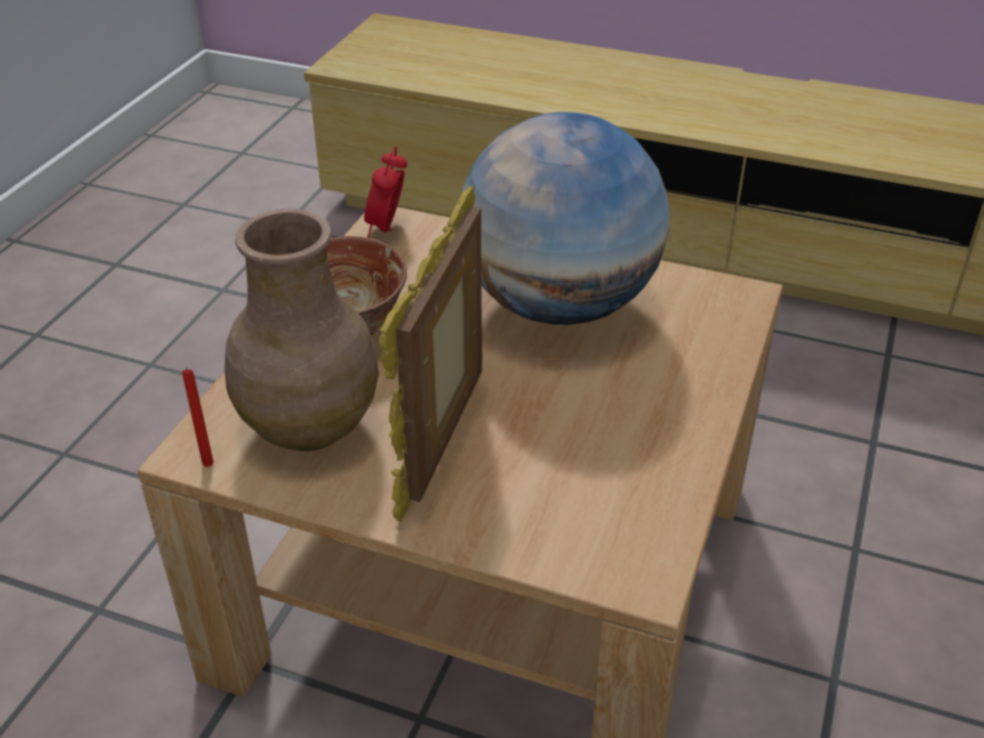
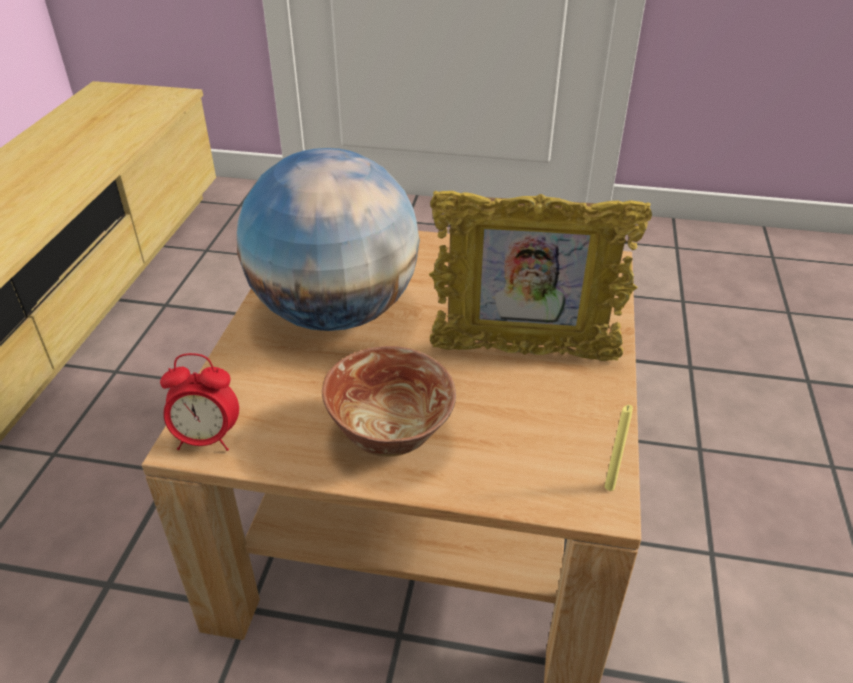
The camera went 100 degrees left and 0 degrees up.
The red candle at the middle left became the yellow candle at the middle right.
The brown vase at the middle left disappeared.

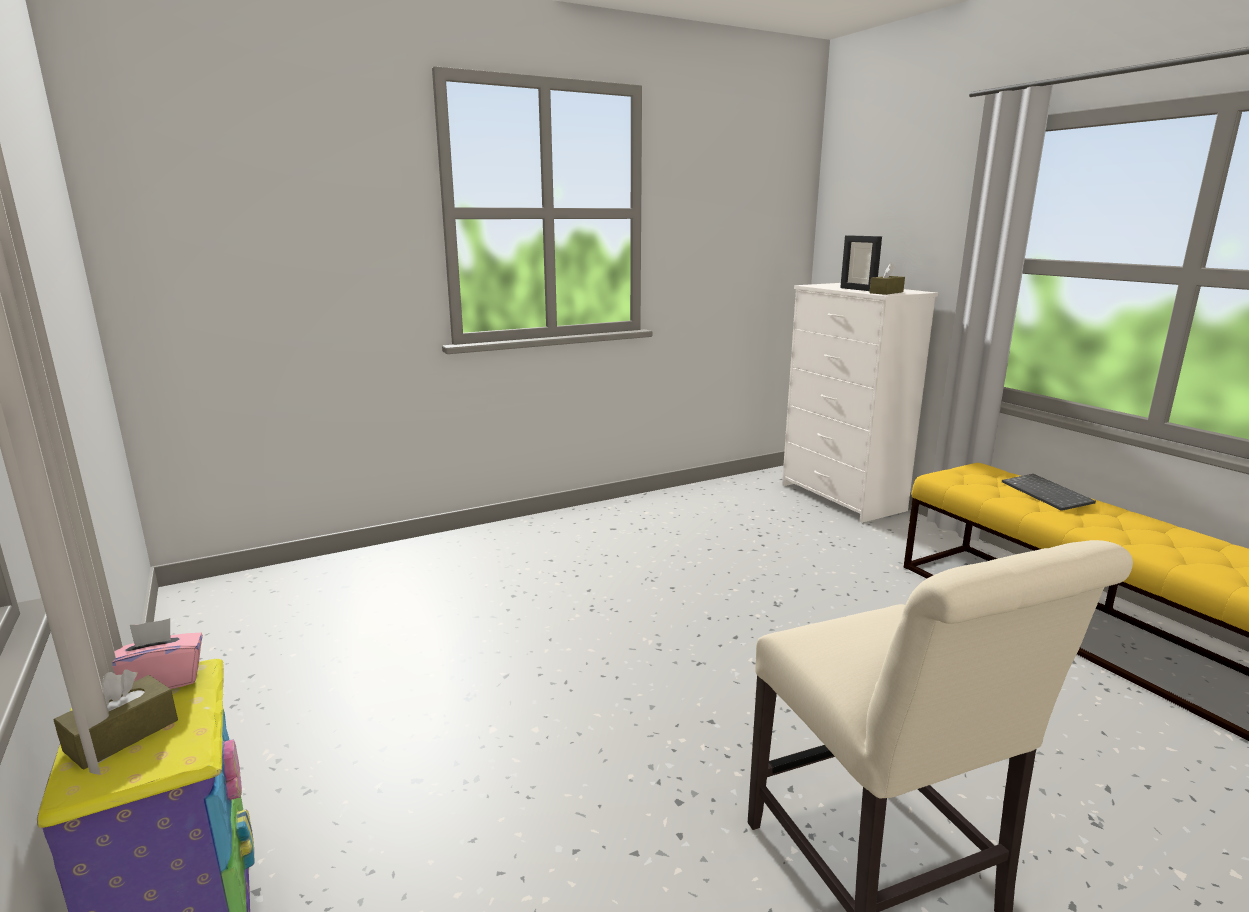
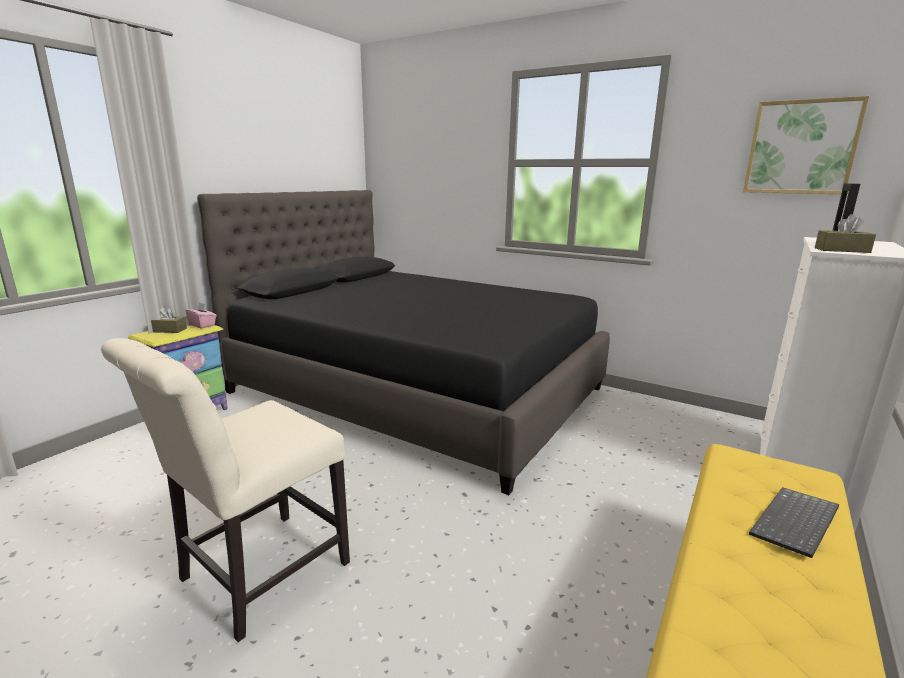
The camera went 60 degrees right and 0 degrees up.
The black bed at the centre appeared.
The picture at the top right appeared.

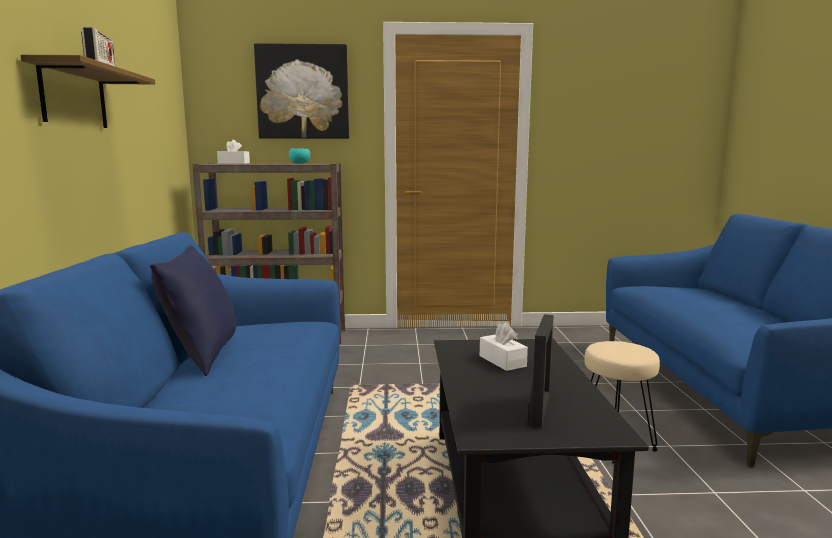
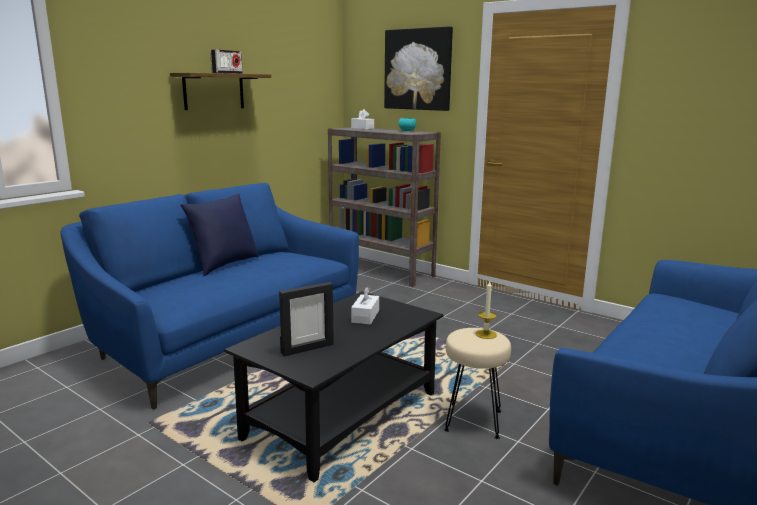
The camera went 40 degrees right and 5 degrees up.
The candle at the centre appeared.

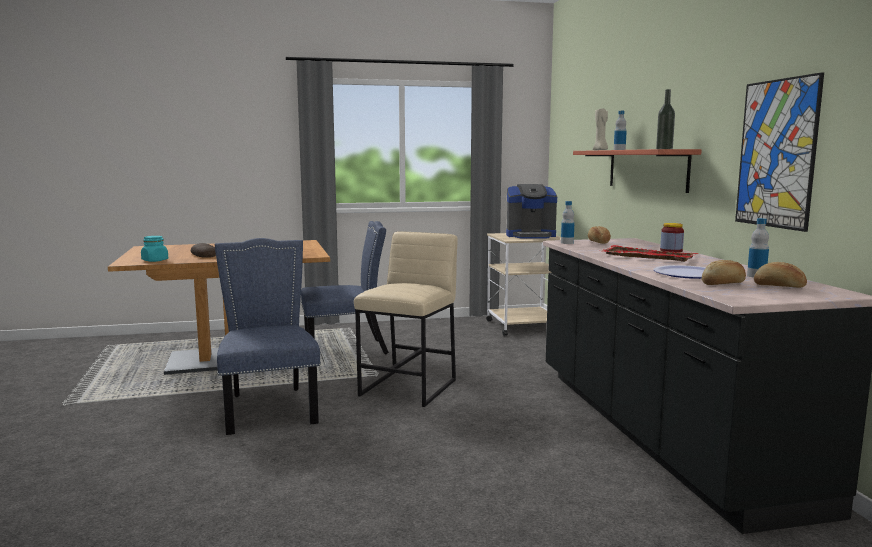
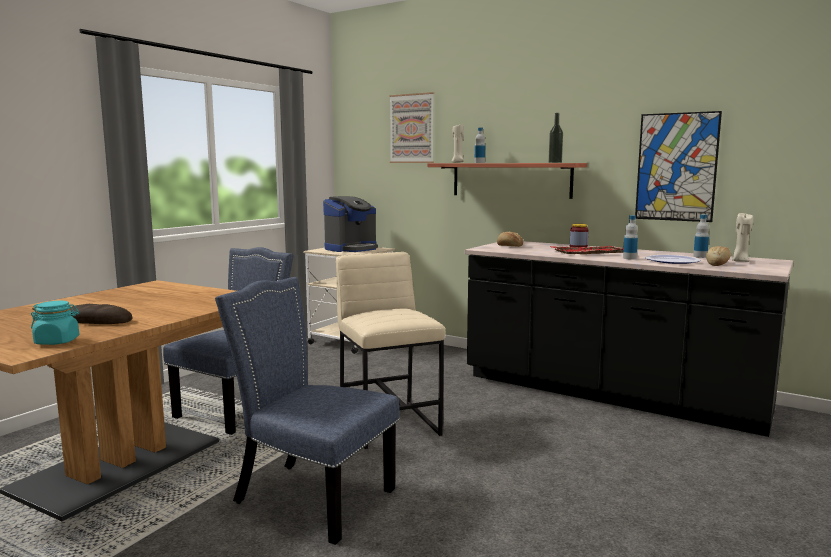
The camera went 45 degrees left and 0 degrees up.
The picture (no. 1 from left) at the top centre appeared.
The bottle (no. 1 from left in the first image) moved from the centre to the middle right.
The bread (no. 4 from left) at the middle right was replaced by the beige candle (no. 2 from left) at the middle right.

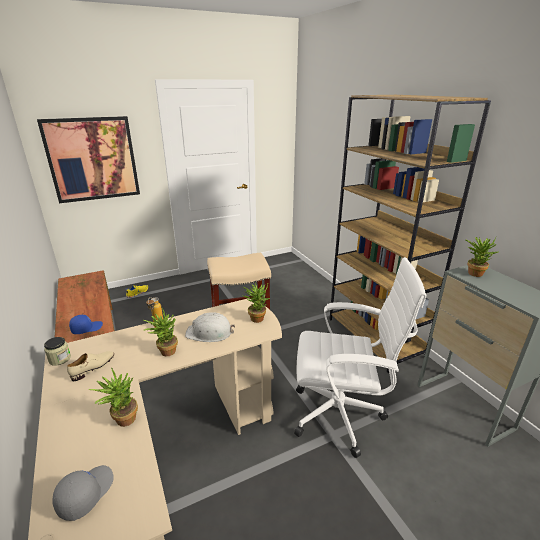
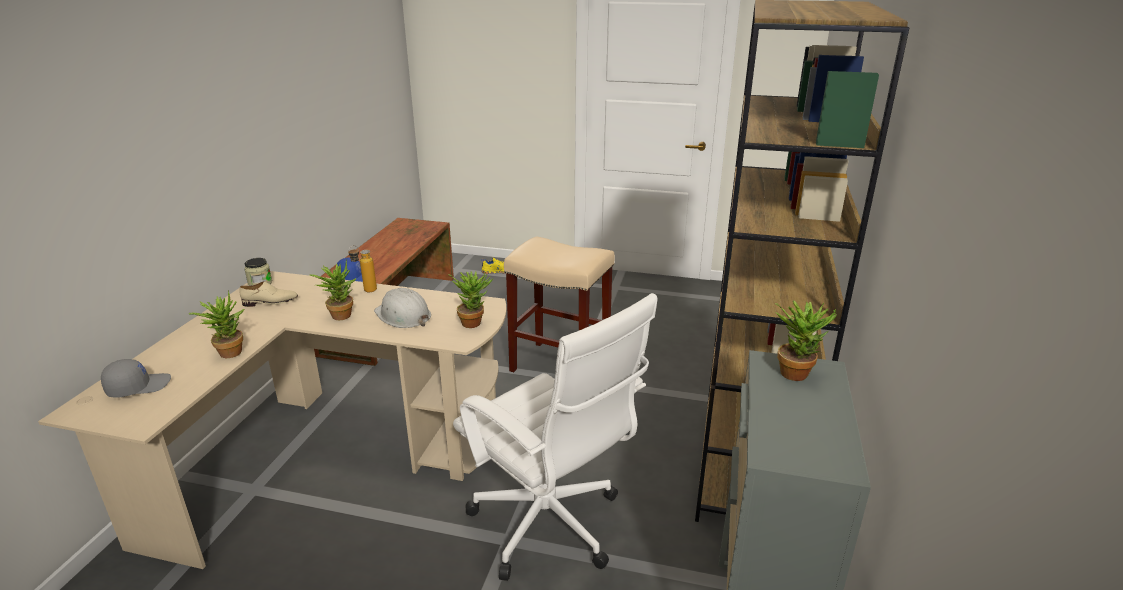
The camera went 40 degrees right and 0 degrees up.
The picture at the top left disappeared.

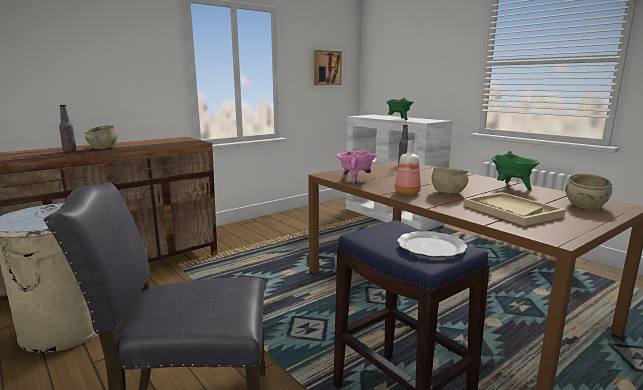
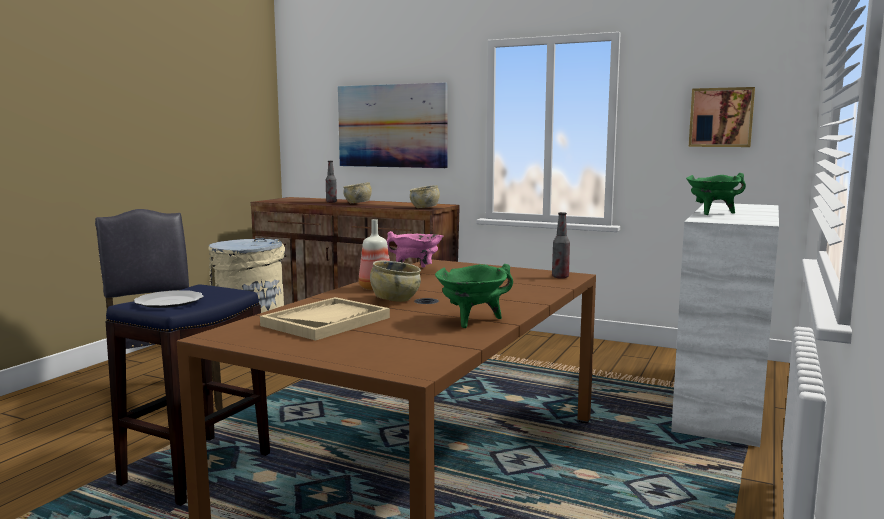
The camera went 65 degrees right and 5 degrees down.
The picture (no. 1 from left) at the top centre appeared.
The beige bowl (no. 3 from left) moved from the middle right to the centre.

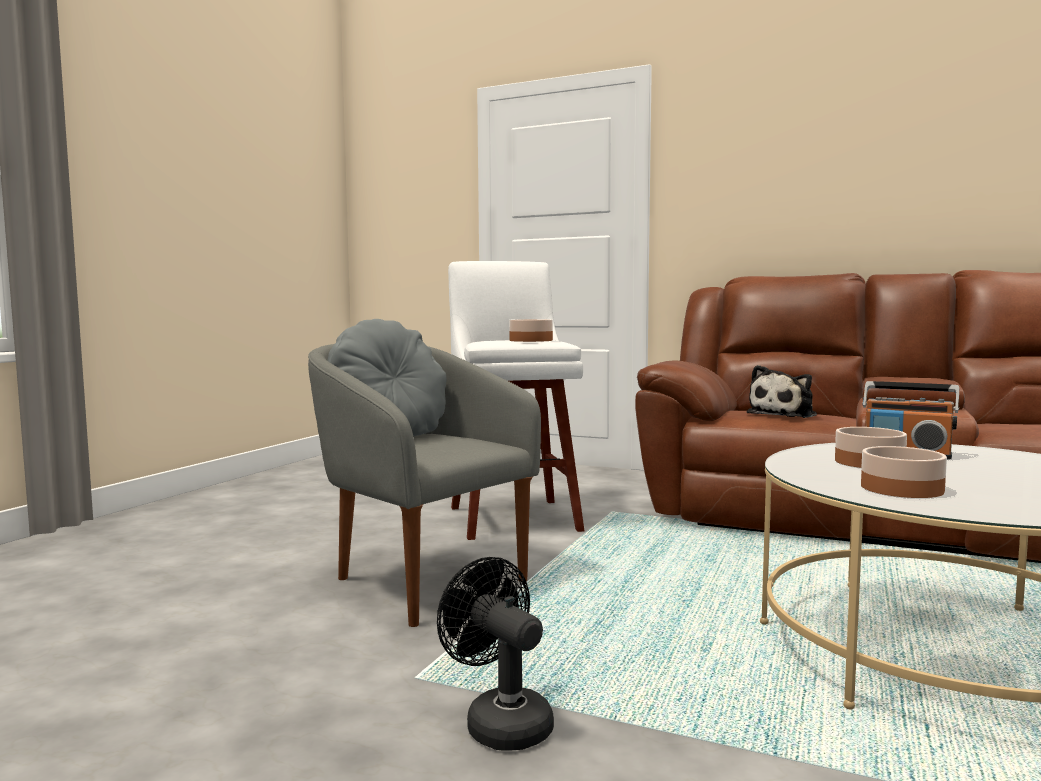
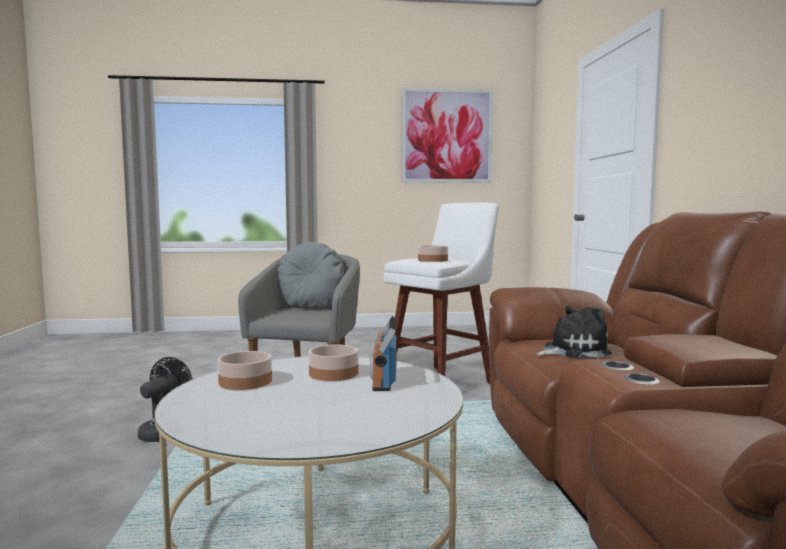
The camera went 60 degrees right and 0 degrees up.
The picture at the top centre appeared.
The plush toy at the middle right turned 150 degrees clockwise.

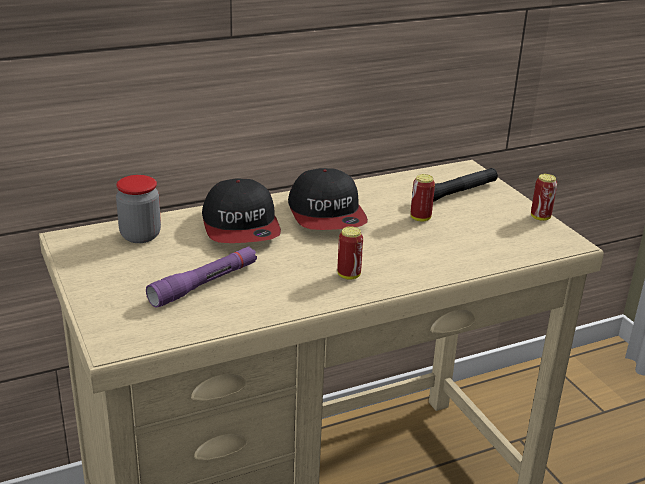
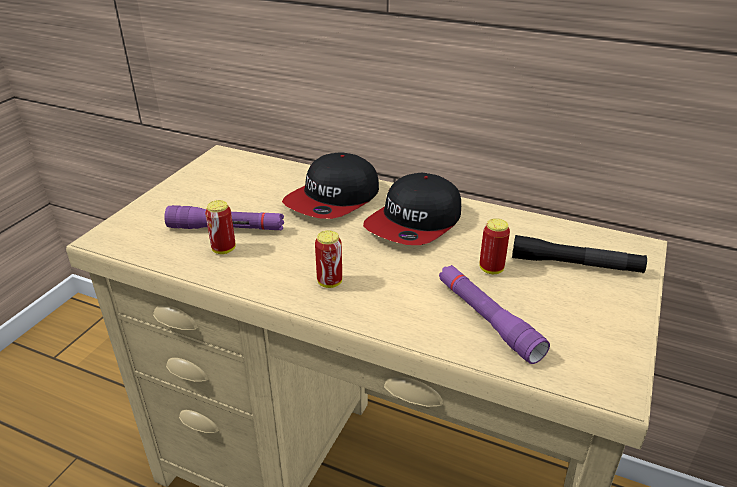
The camera went 50 degrees right and 5 degrees up.
The can (no. 3 from left in the first image) moved from the middle right to the middle left.
The purple flashlight (no. 2 from left) at the middle right appeared.
The jar at the middle left disappeared.

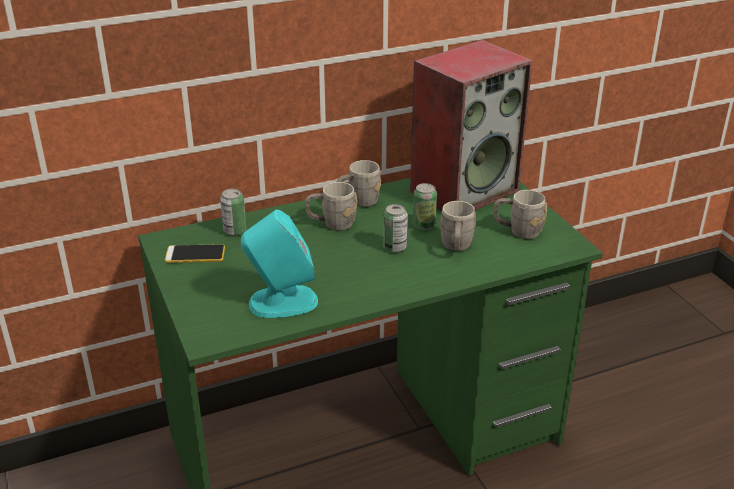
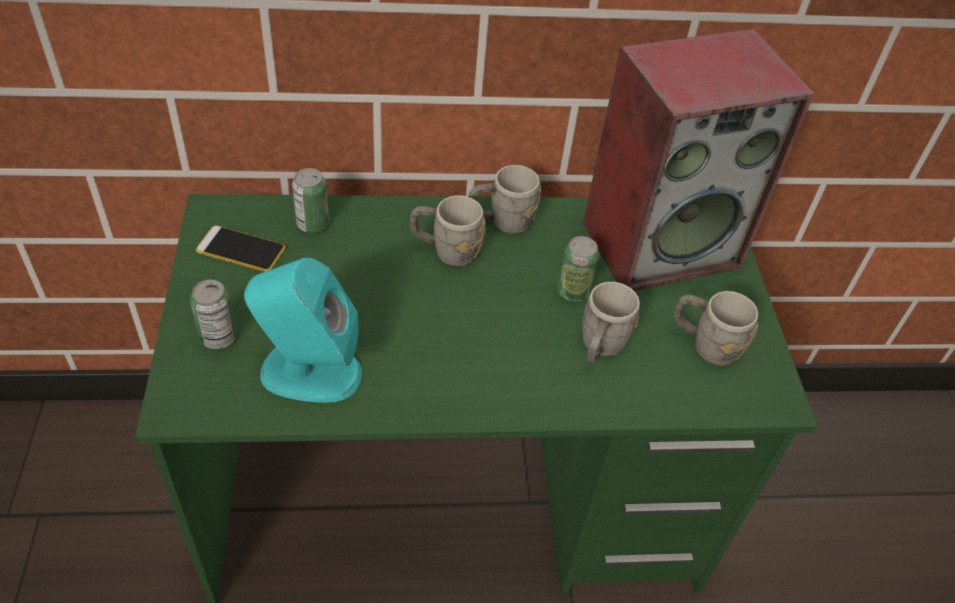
The camera went 15 degrees right and 15 degrees up.
The can (no. 2 from left in the first image) moved from the centre to the middle left.

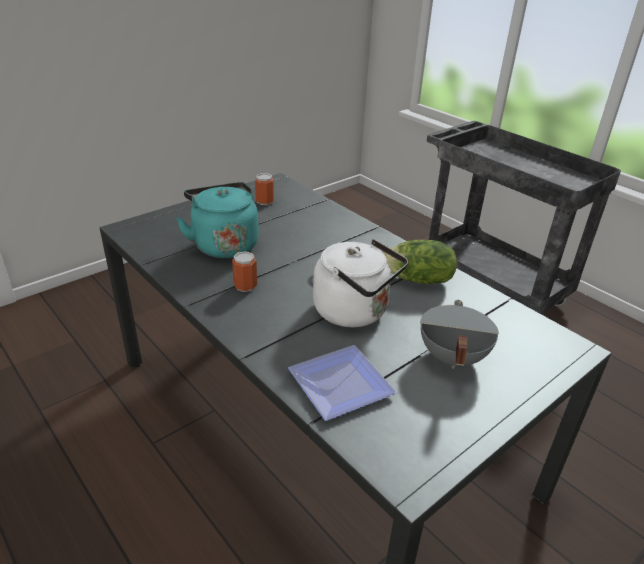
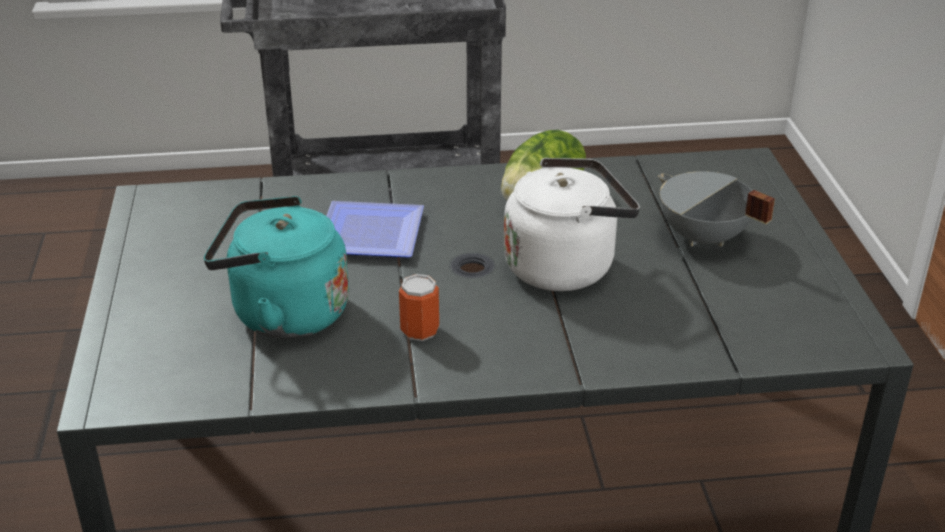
The camera went 55 degrees left and 0 degrees up.
The plate moved from the bottom centre to the centre.
The can (no. 2 from left) at the centre disappeared.

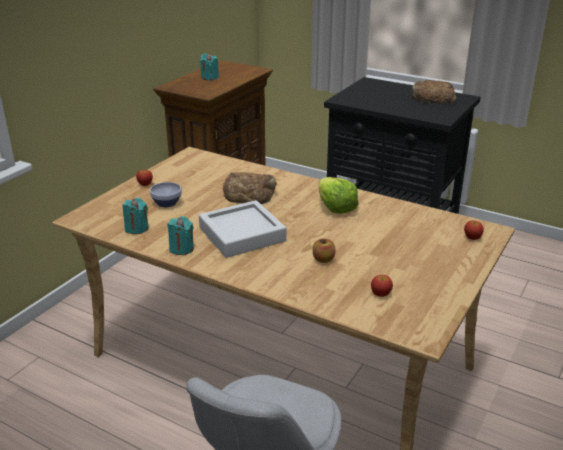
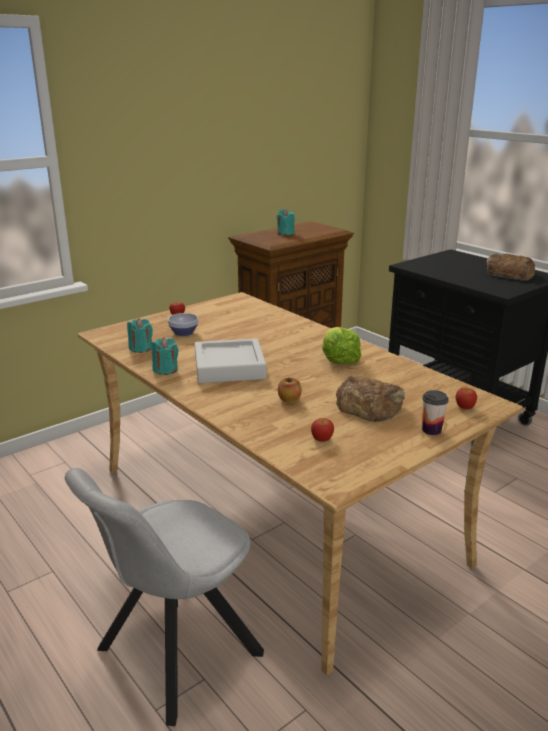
The camera went 20 degrees right and 5 degrees down.
The bread (no. 1 from left) moved from the centre to the middle right.
The cup at the middle right appeared.

